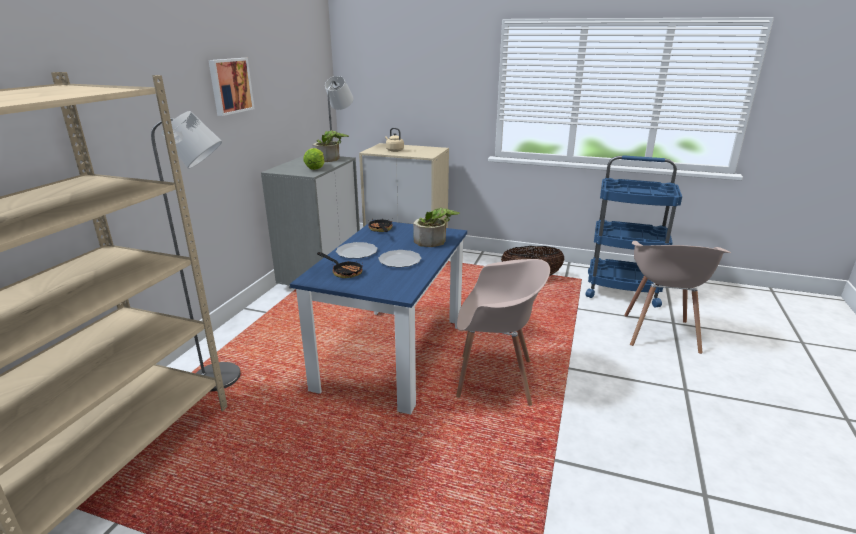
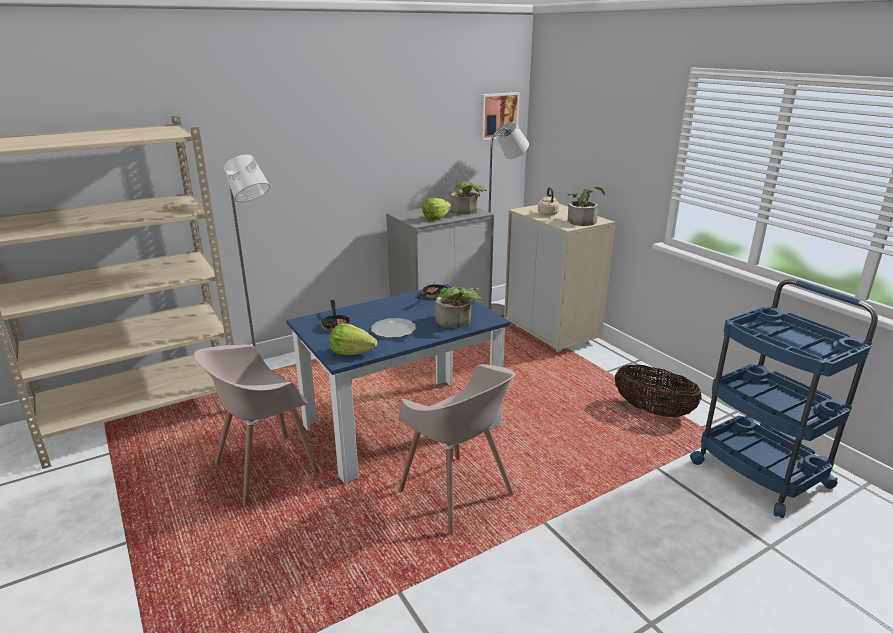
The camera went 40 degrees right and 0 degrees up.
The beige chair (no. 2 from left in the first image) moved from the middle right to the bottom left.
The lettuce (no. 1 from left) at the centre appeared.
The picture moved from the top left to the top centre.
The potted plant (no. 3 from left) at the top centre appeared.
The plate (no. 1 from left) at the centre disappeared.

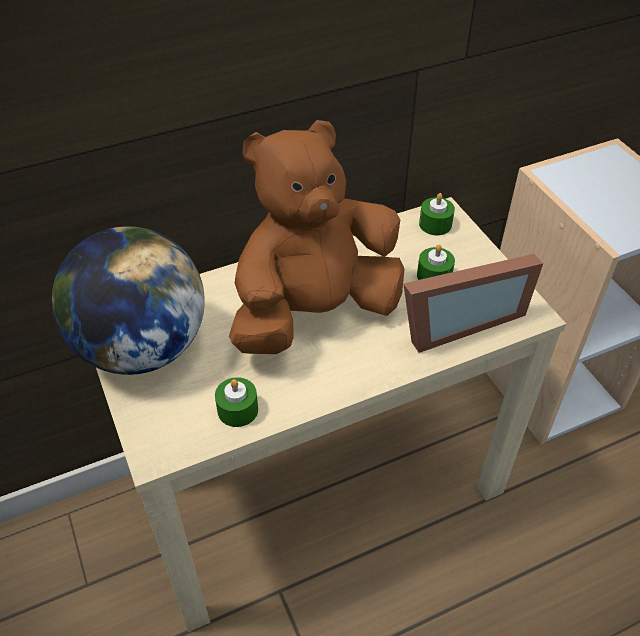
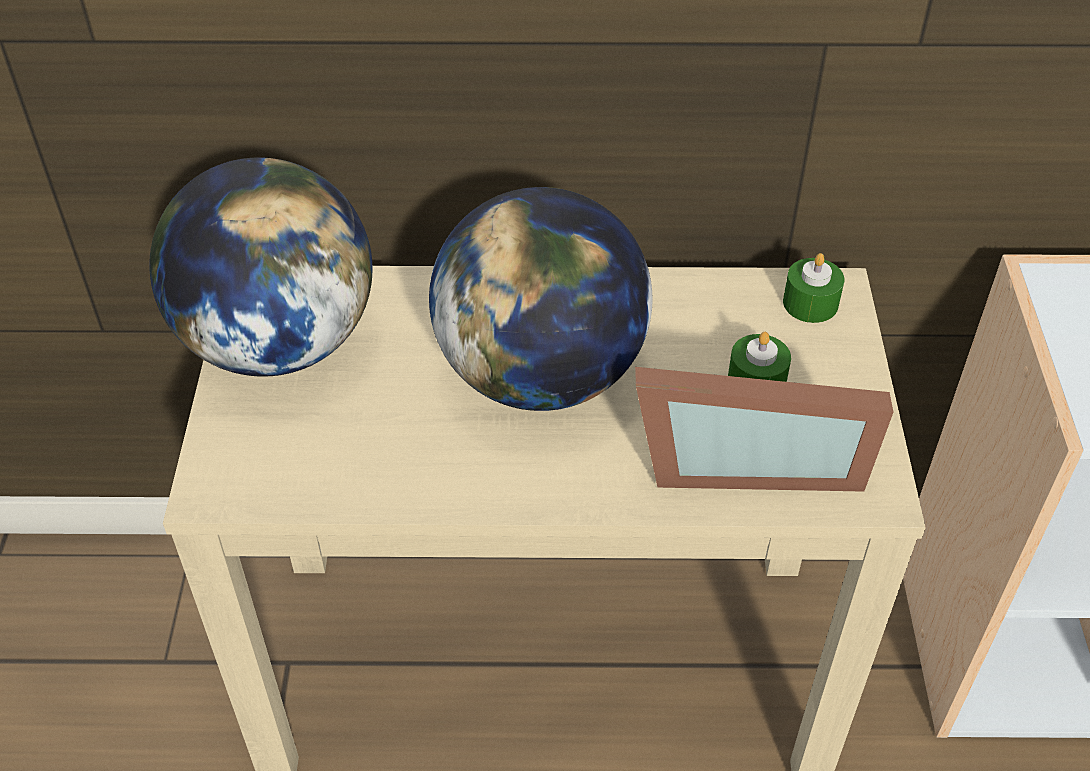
The camera went 25 degrees right and 0 degrees up.
The brown plush toy at the centre was replaced by the globe (no. 2 from left) at the centre.
The green candle (no. 1 from left) at the centre disappeared.

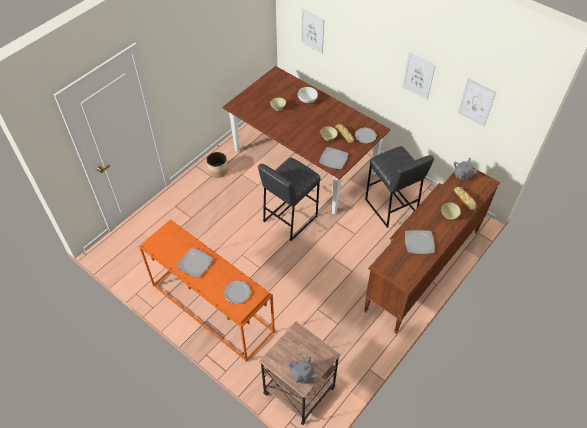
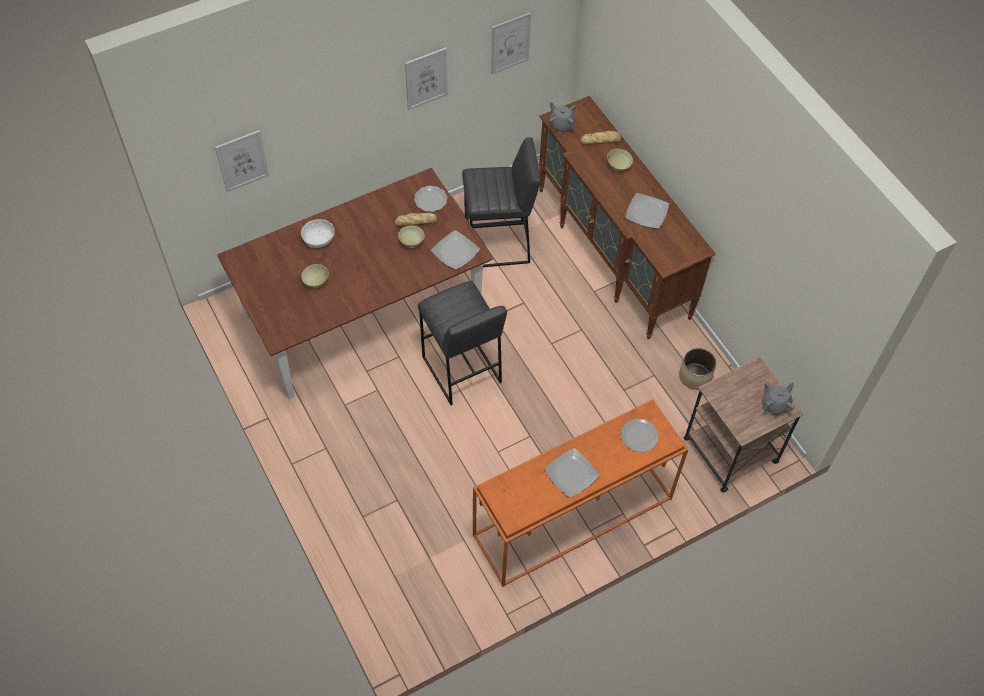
The camera went 70 degrees left and 5 degrees up.
The planter moved from the centre to the middle right.

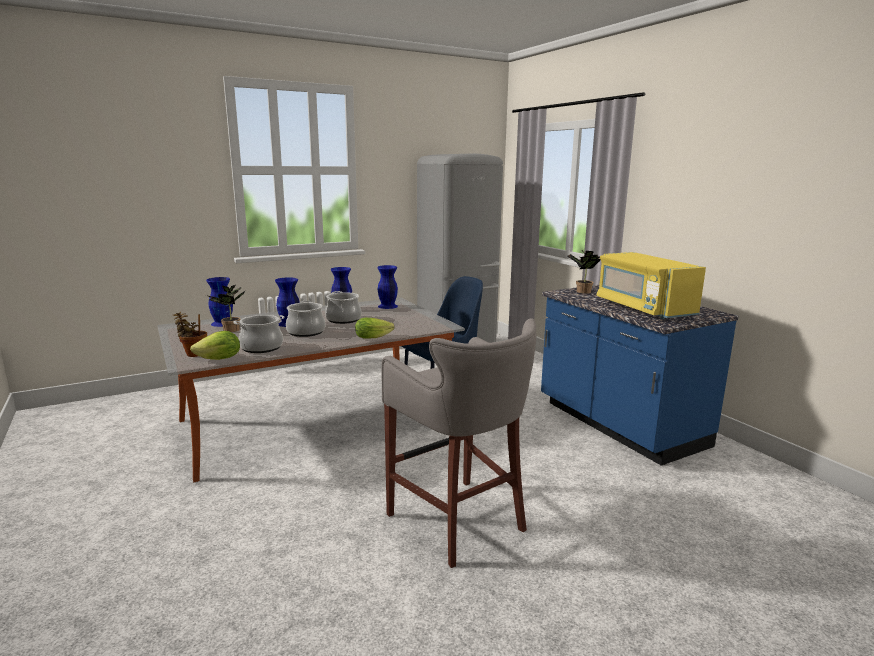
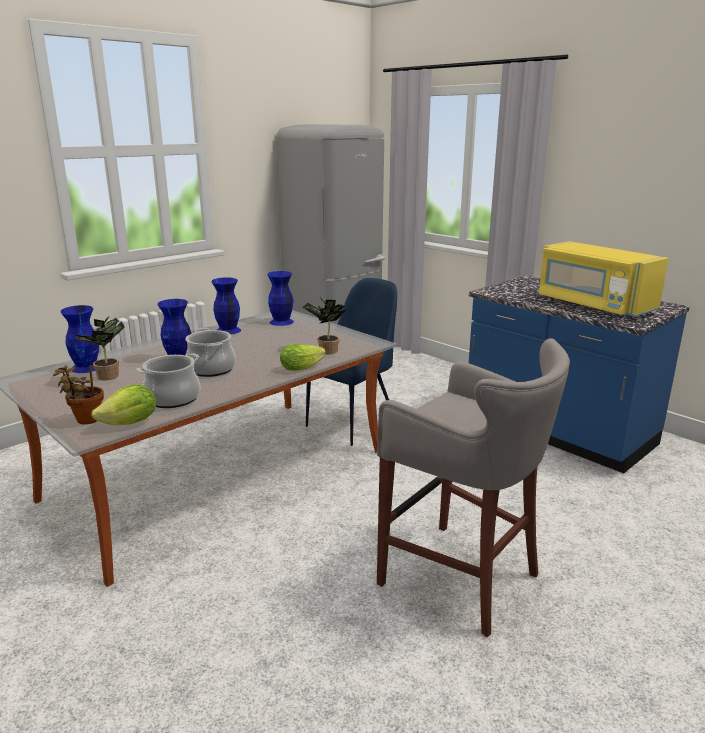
The camera went 15 degrees left and 5 degrees up.
The potted plant (no. 3 from left) moved from the middle right to the centre.
The cooking pot (no. 3 from left) at the centre disappeared.

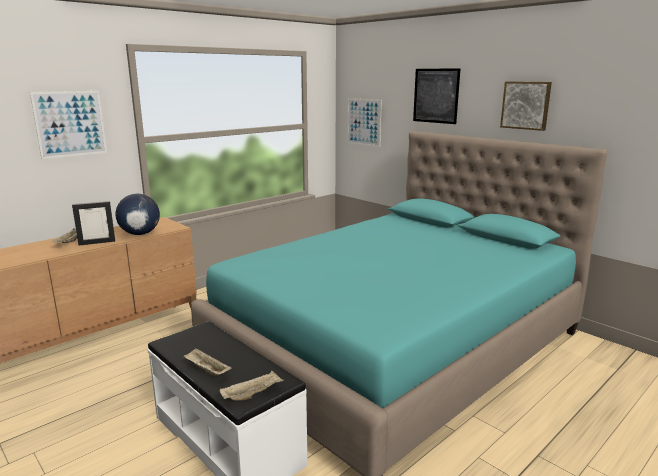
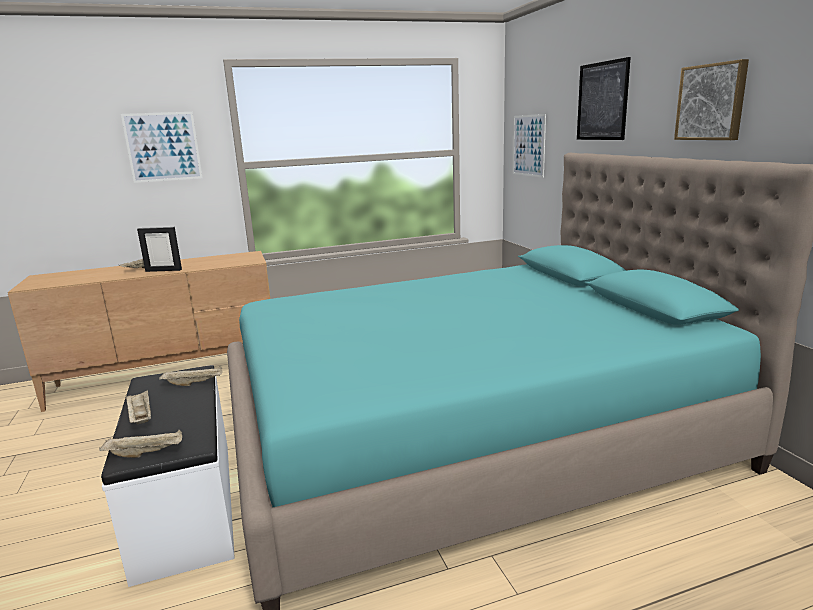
The camera went 25 degrees right and 0 degrees up.
The beige tray (no. 4 from left) at the middle left appeared.
The globe at the middle left disappeared.

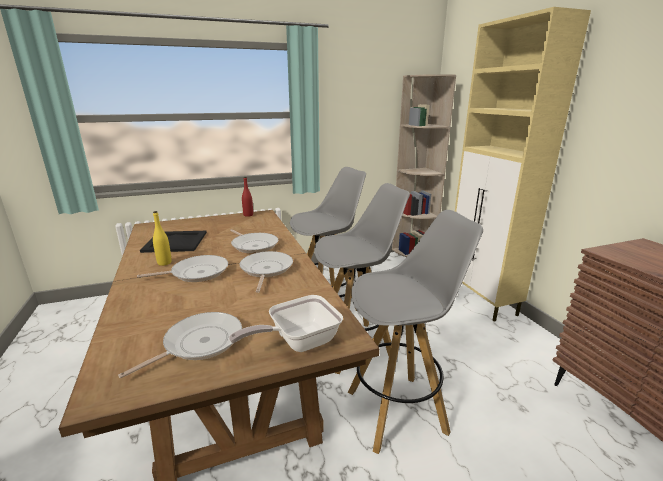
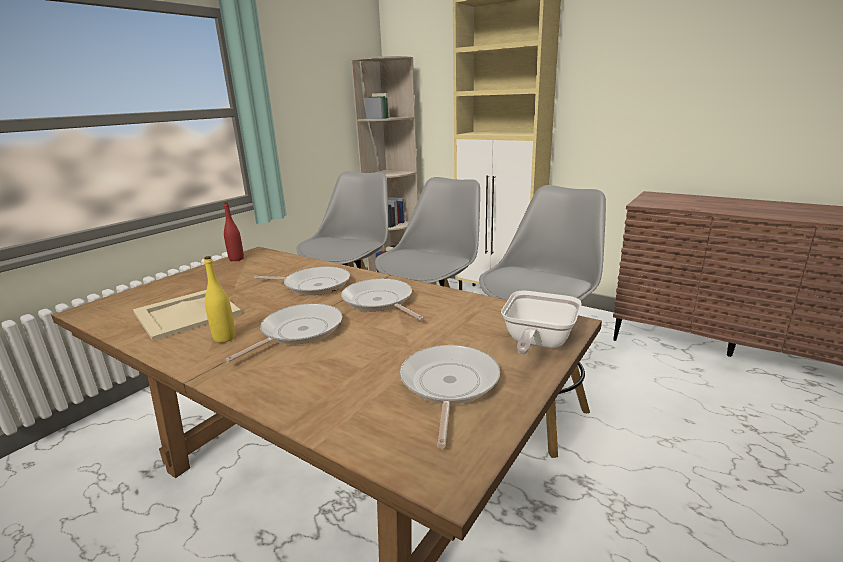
The camera went 35 degrees left and 0 degrees up.
The black tray at the middle left became the beige tray at the middle left.

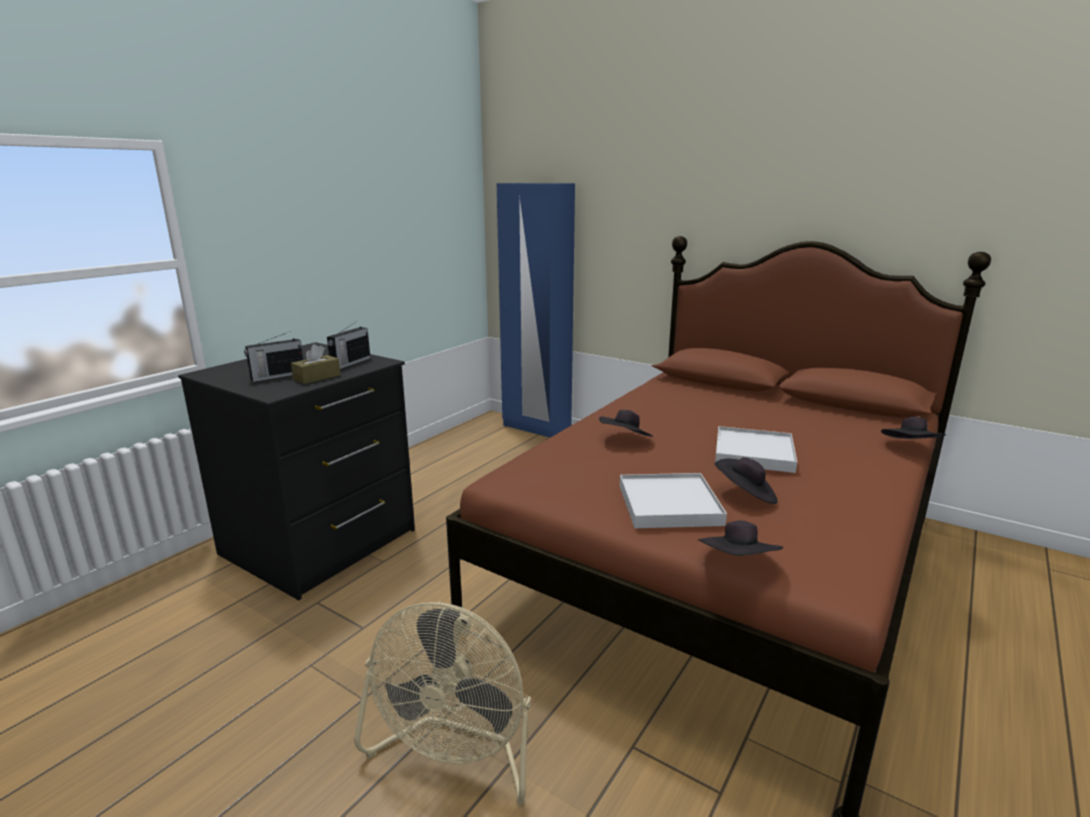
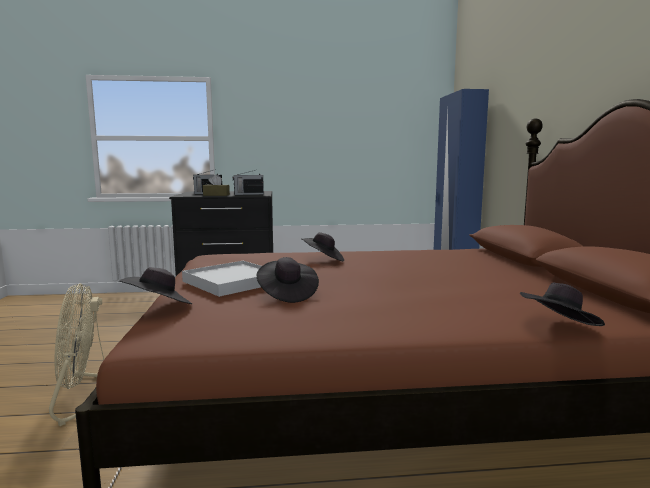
The camera went 50 degrees right and 10 degrees down.
The white tray (no. 2 from left) at the middle right disappeared.

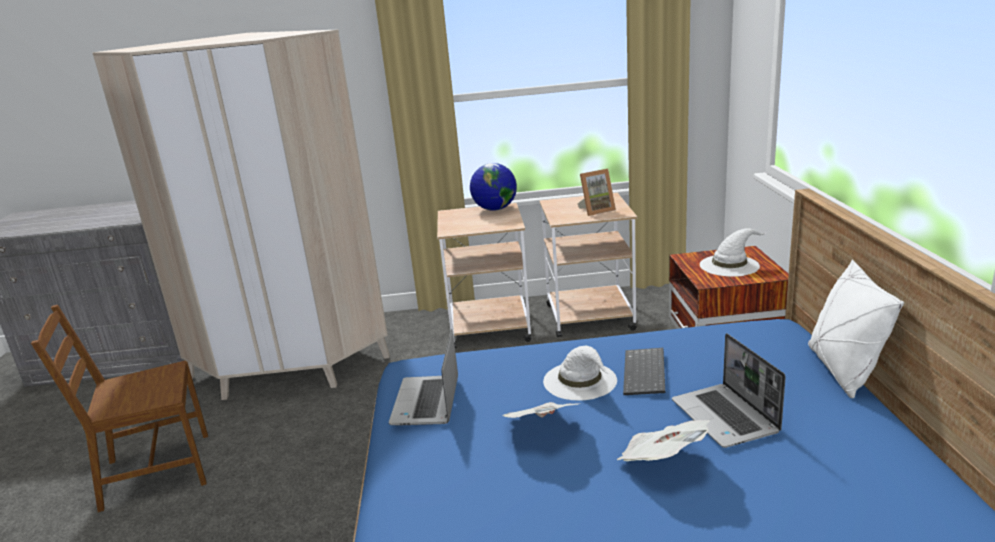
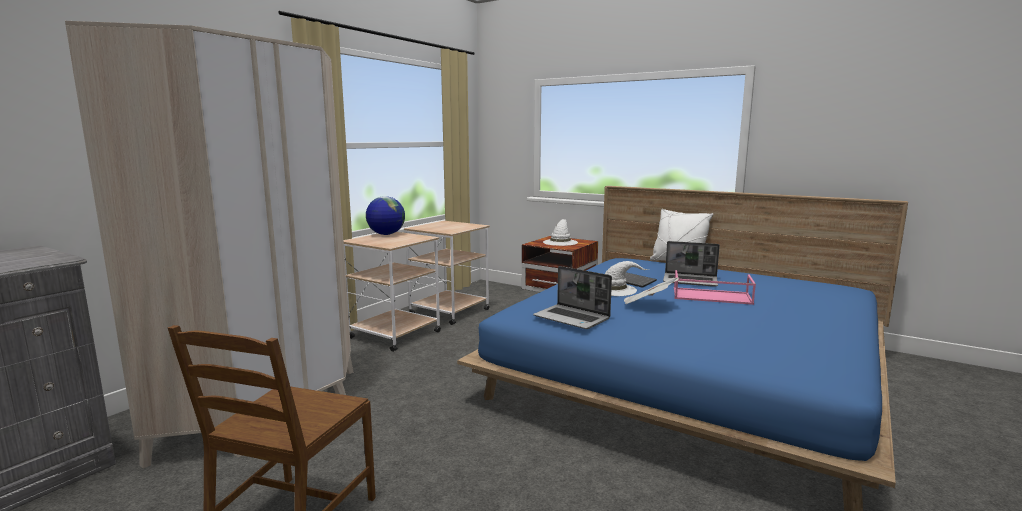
The camera went 55 degrees left and 10 degrees down.
The newspaper (no. 2 from left) at the bottom centre was replaced by the pink tray at the middle right.
The picture frame at the centre disappeared.

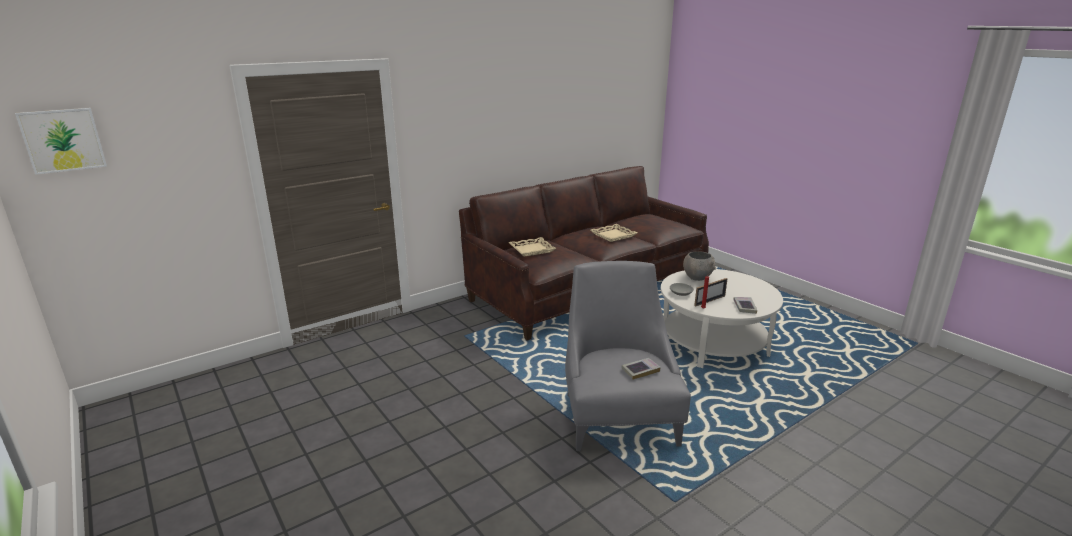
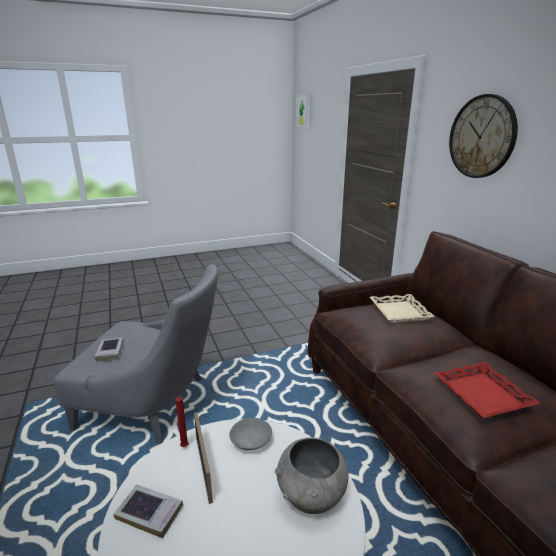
The camera went 105 degrees right and 0 degrees up.
The beige tray (no. 2 from left) at the centre became the red tray at the bottom right.
The wall clock at the top right appeared.

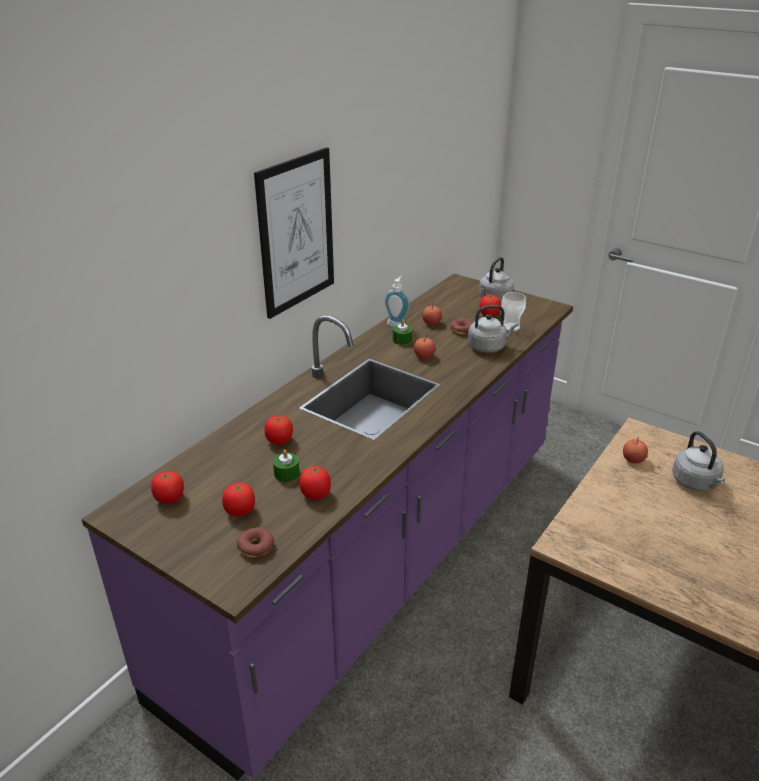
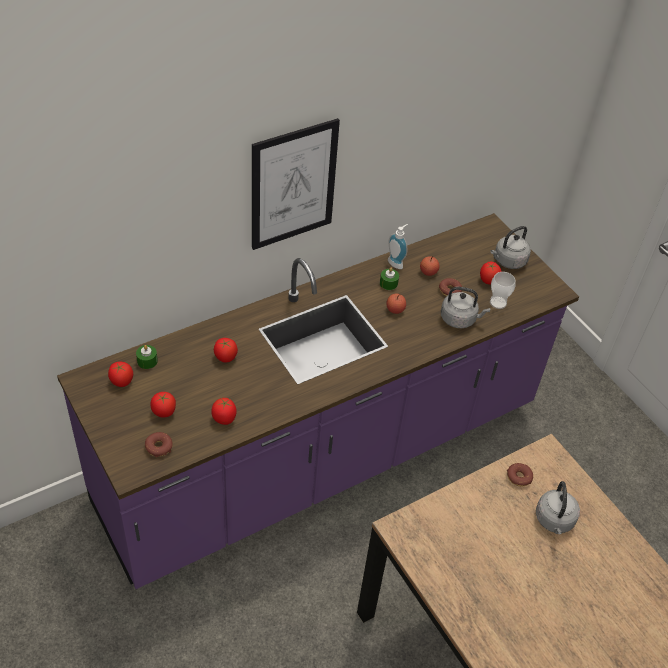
The camera went 20 degrees right and 15 degrees up.
The green candle (no. 1 from left) moved from the centre to the middle left.
The apple (no. 3 from left) at the middle right was replaced by the donut (no. 3 from left) at the bottom right.

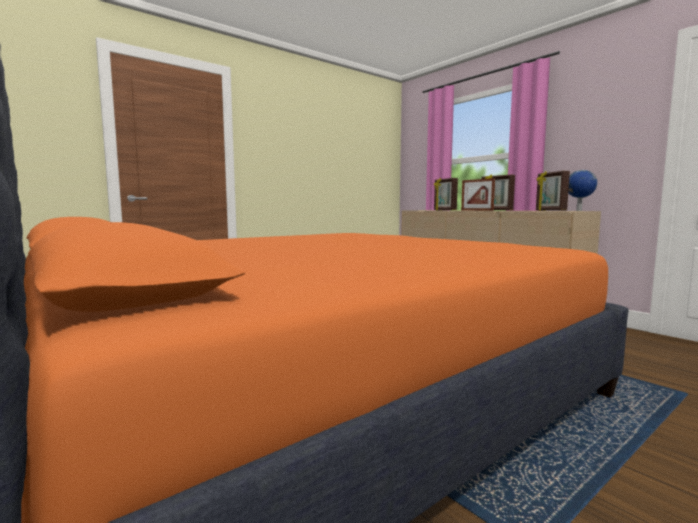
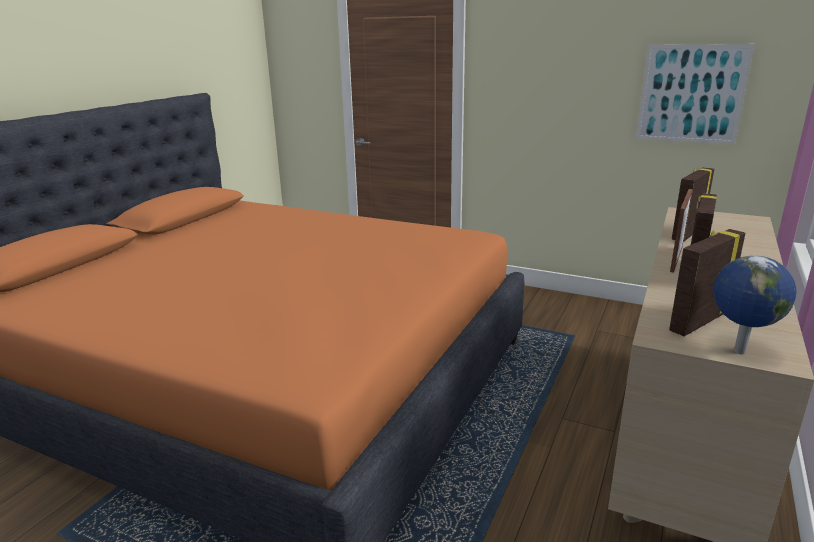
The camera went 65 degrees right and 15 degrees up.
The picture at the top right appeared.

